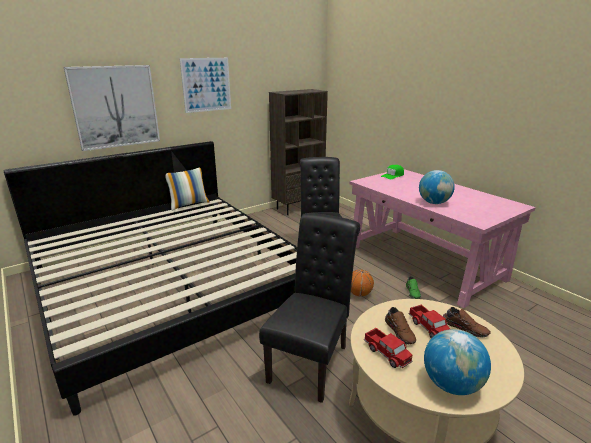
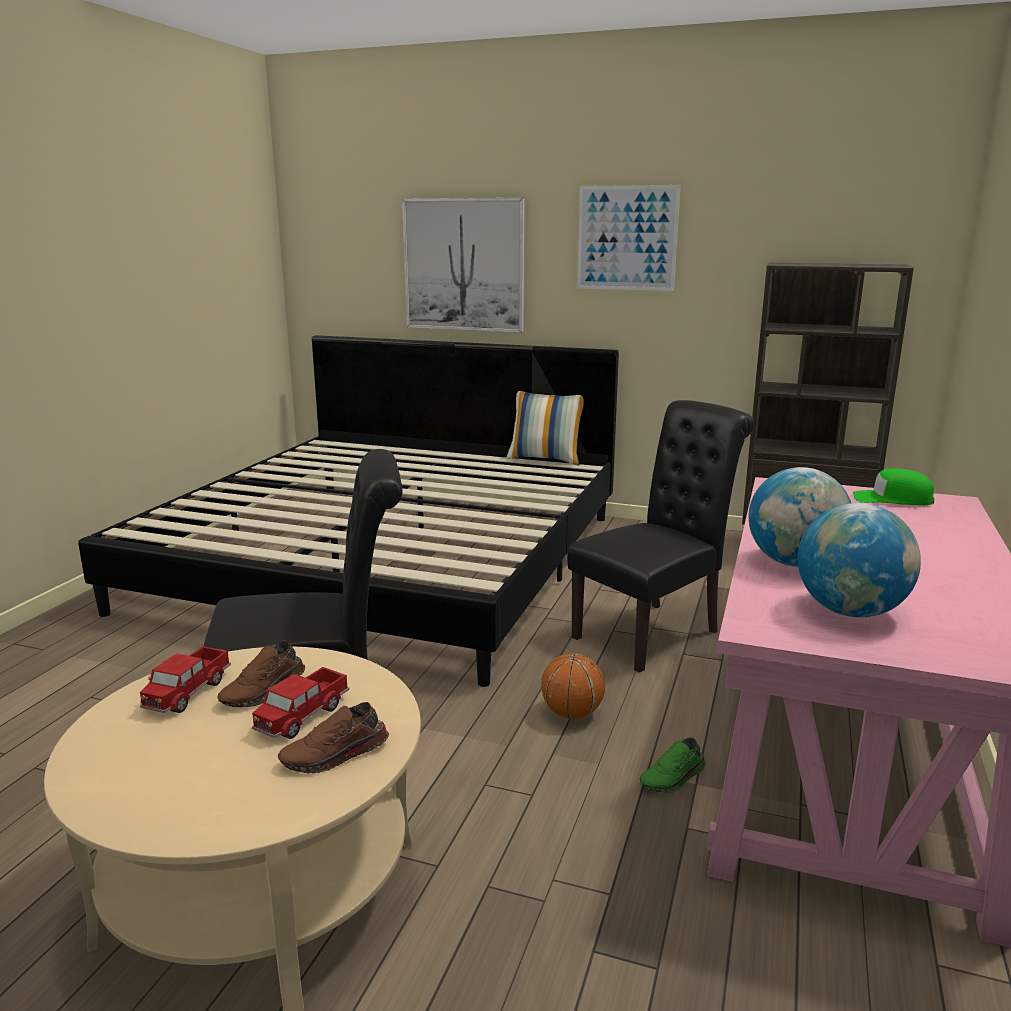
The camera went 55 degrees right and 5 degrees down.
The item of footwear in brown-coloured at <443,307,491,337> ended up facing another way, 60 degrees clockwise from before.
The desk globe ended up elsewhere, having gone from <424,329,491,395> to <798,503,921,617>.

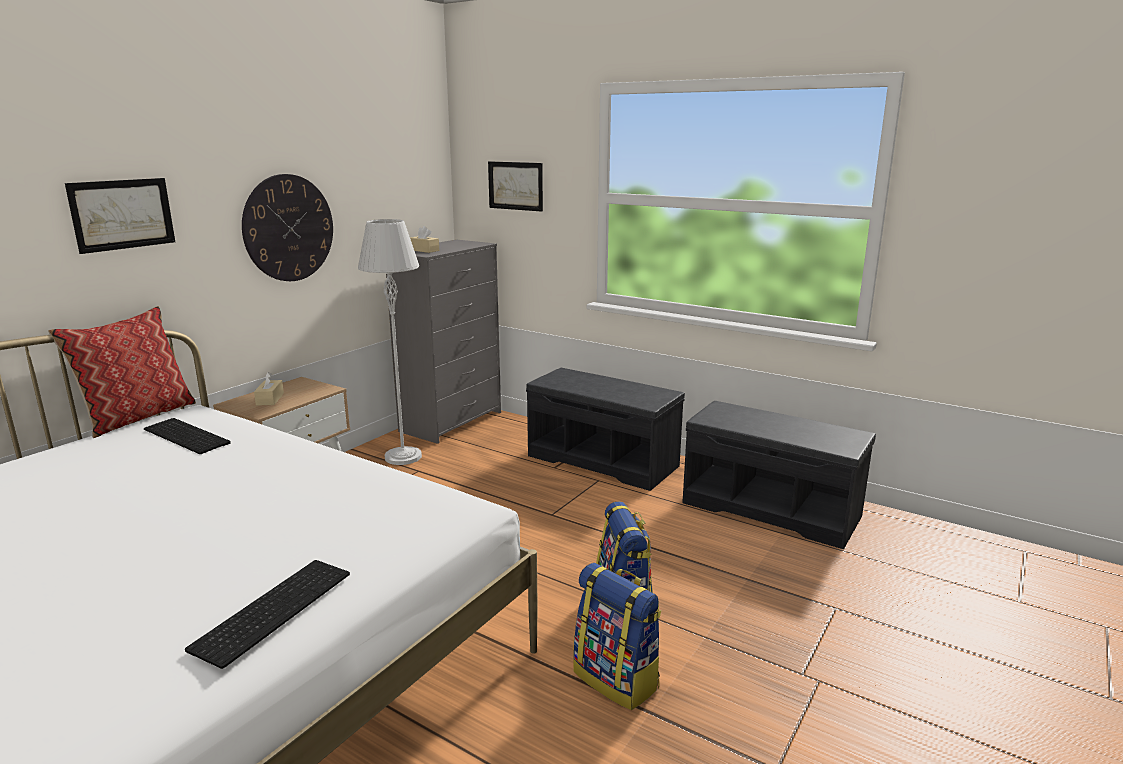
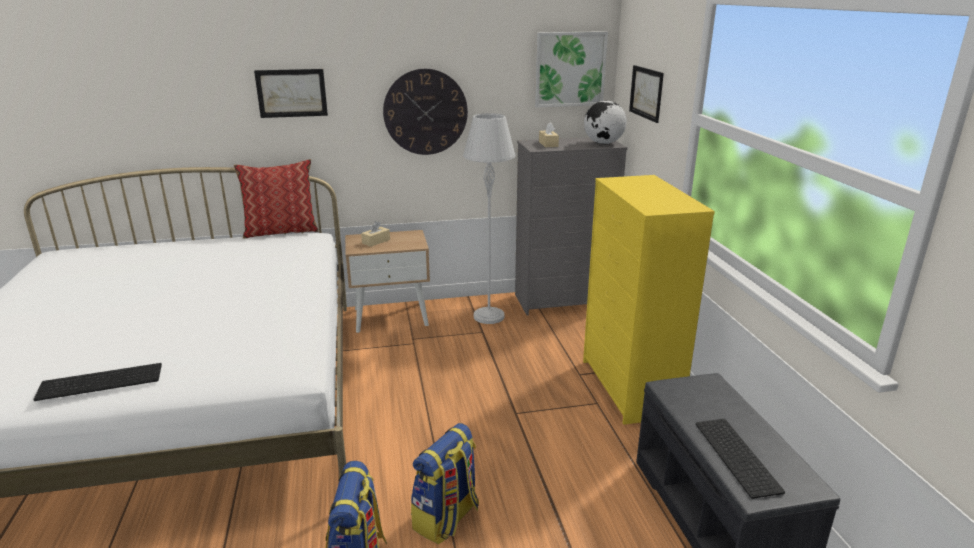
The camera went 45 degrees right and 5 degrees up.
Where the bench in gray stood at <526,368,685,491>, the drawer chest in yellow came to stand at <583,175,715,425>.
The keyboard ended up elsewhere, having gone from <144,418,231,454> to <696,419,785,499>.
The second view gained the picture at <535,31,608,107>.
The second view gained the desk globe at <584,101,627,144>.

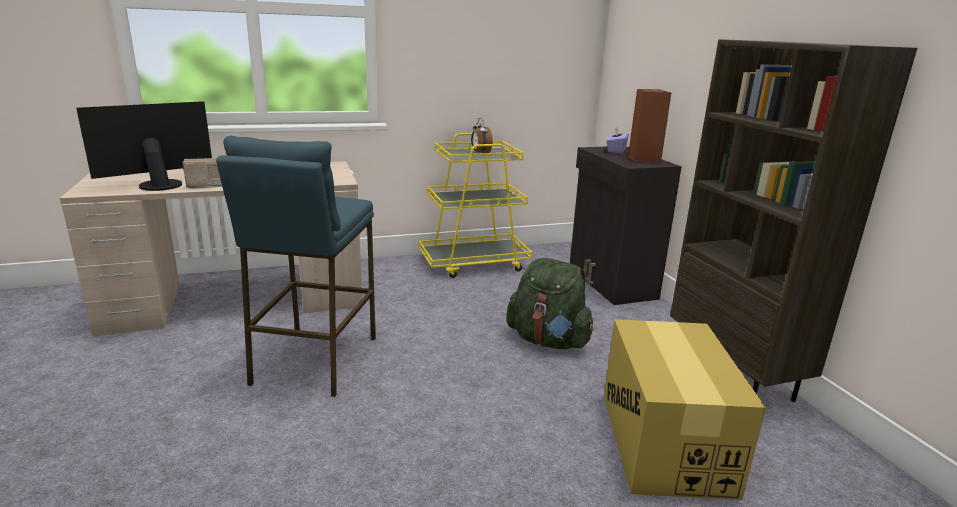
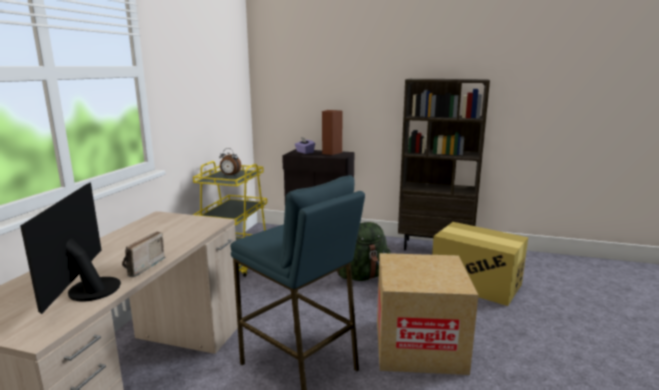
The camera went 55 degrees left and 5 degrees down.
The second view gained the packing box at <377,253,478,375>.

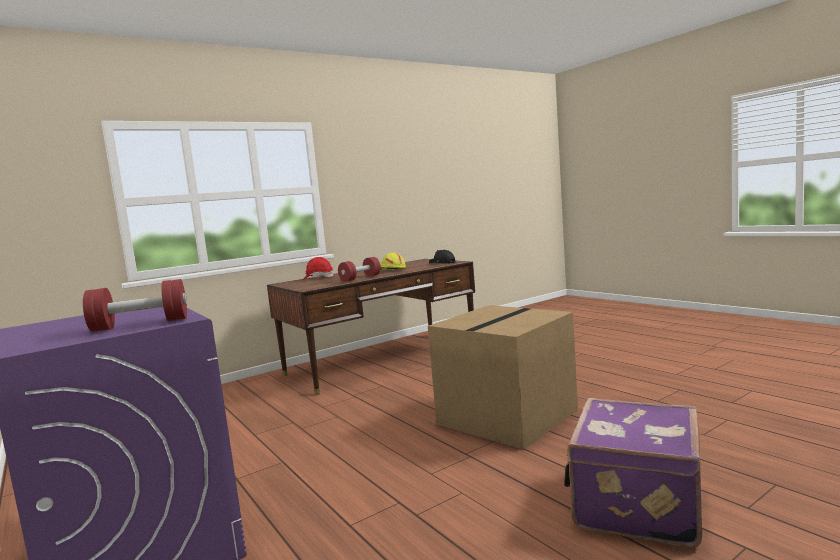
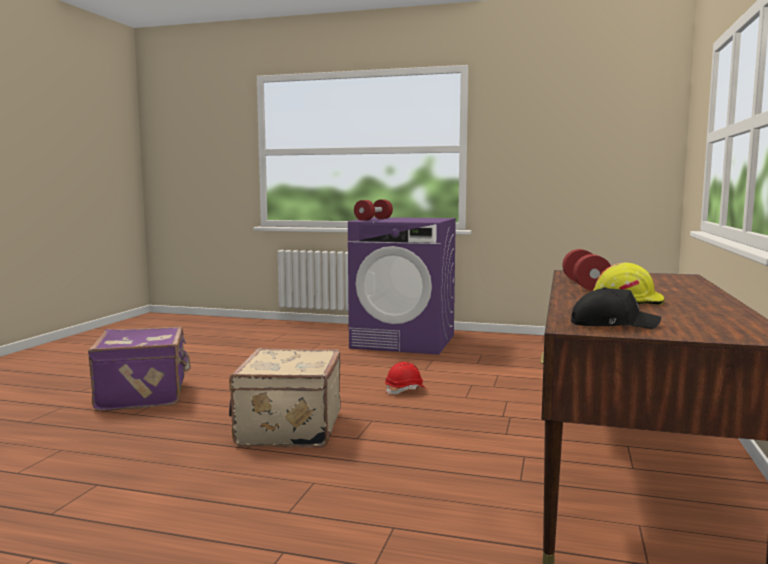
The camera went 140 degrees right and 0 degrees up.
The hard hat in red-coloured ended up elsewhere, having gone from <303,257,334,279> to <385,362,427,395>.
Where the packing box stood at <428,305,578,450>, the suitcase in beige came to stand at <229,348,341,448>.

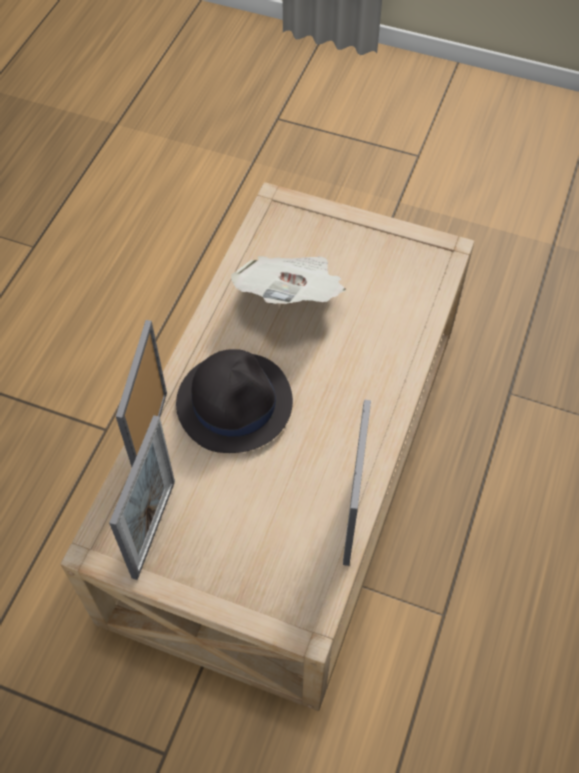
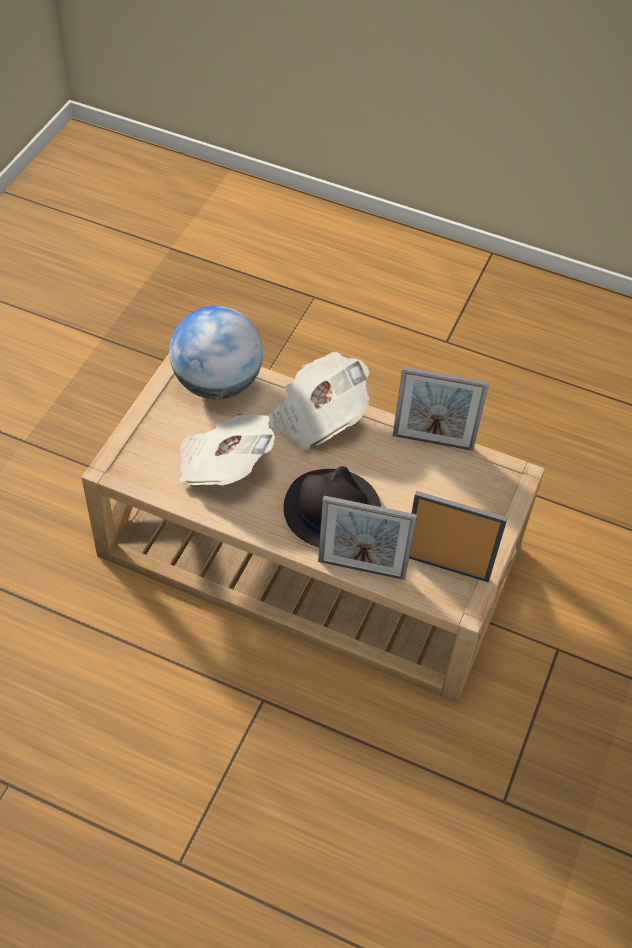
The camera went 90 degrees left and 5 degrees down.
The second view gained the desk globe at <169,306,263,400>.
The second view gained the daily paper at <268,352,370,451>.

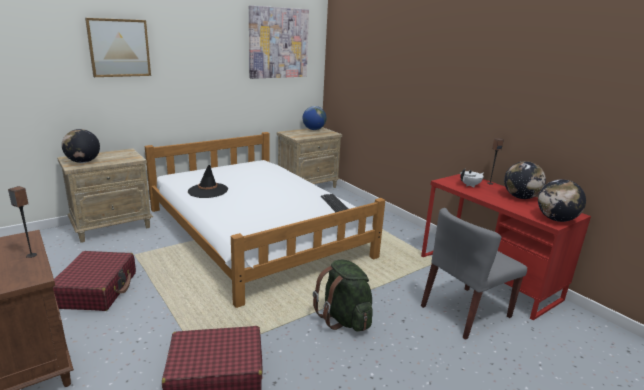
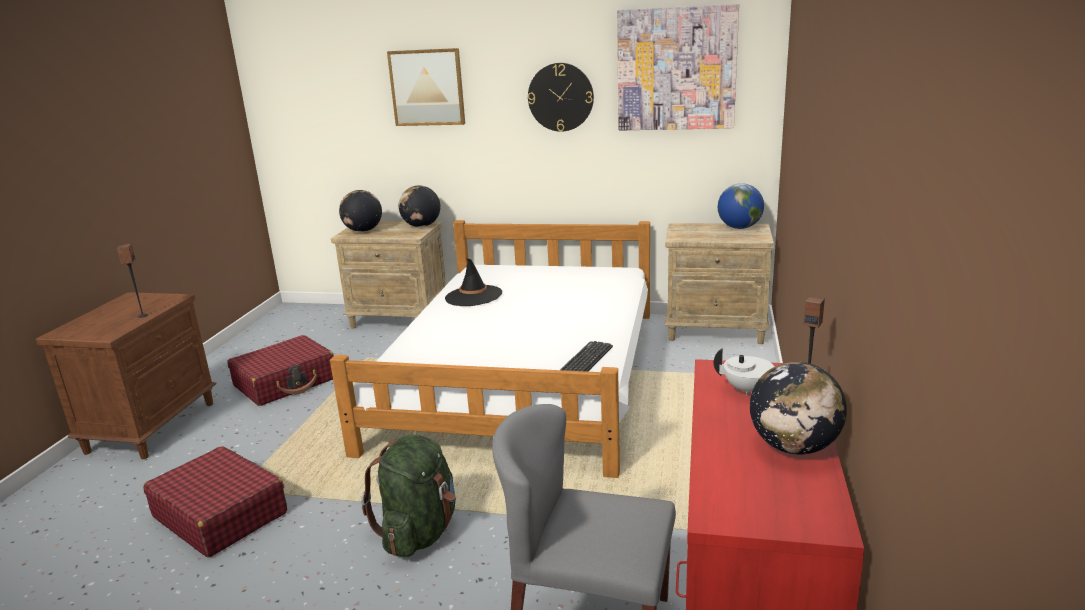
The camera went 50 degrees right and 0 degrees up.
The desk globe ended up elsewhere, having gone from <538,179,586,222> to <399,185,440,227>.
The second view gained the clock on the wall at <528,63,594,132>.

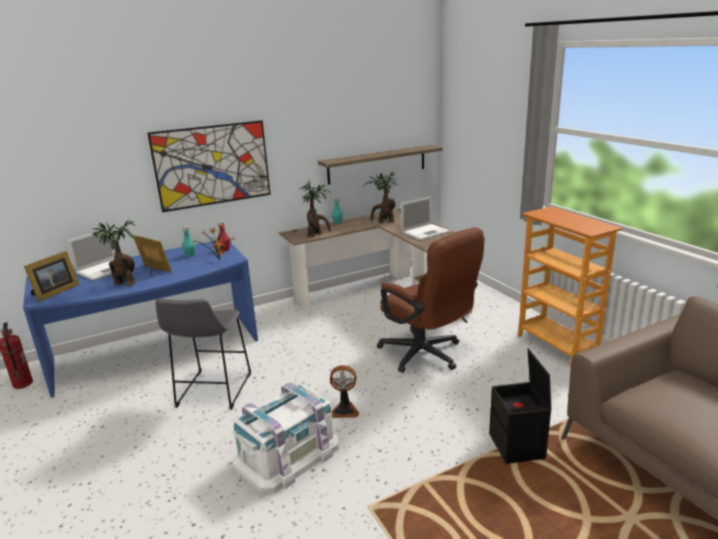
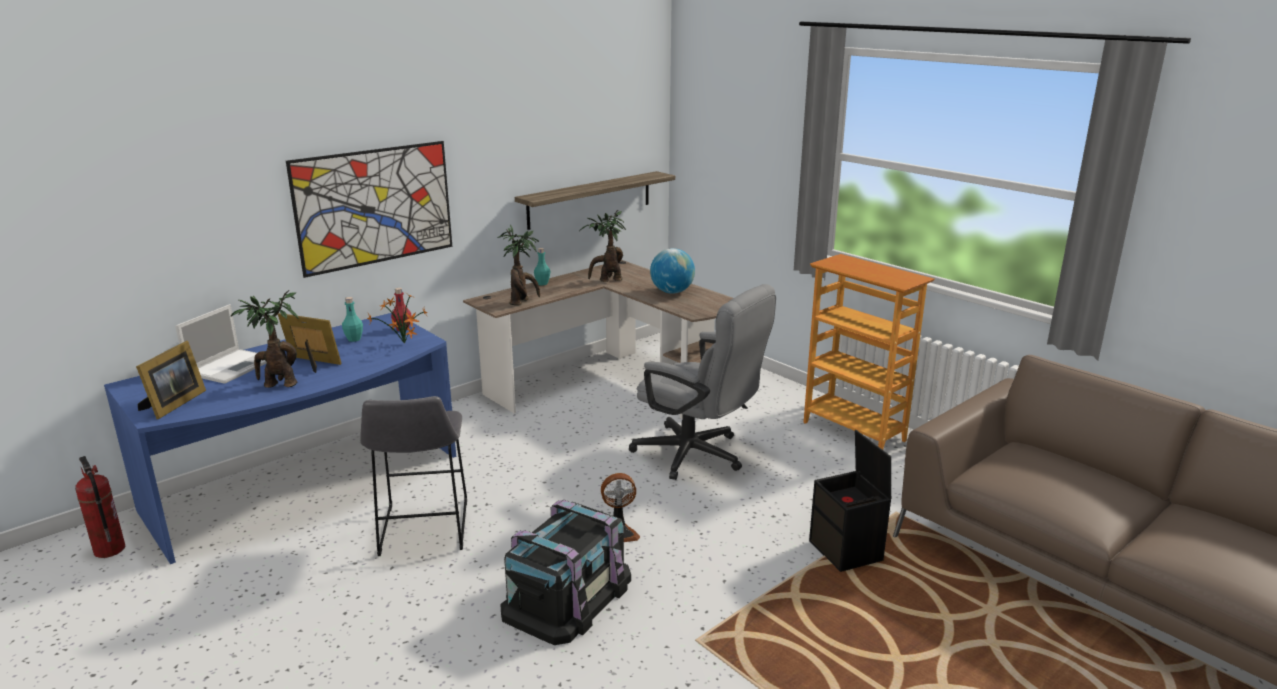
The camera went 15 degrees left and 0 degrees up.
Where the portable computer stood at <401,197,450,240>, the desk globe came to stand at <650,248,695,294>.
What was the computer chair in brown-coloured at <377,227,484,373> turned into the computer chair in gray at <629,284,776,480>.
What was the storage container in white-coloured at <233,382,339,494> turned into the storage container in black-coloured at <501,500,631,645>.

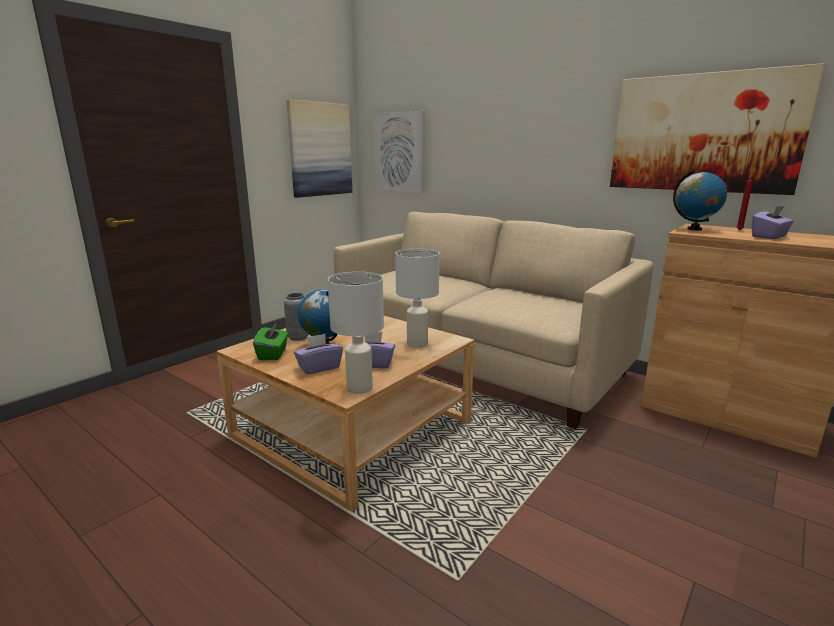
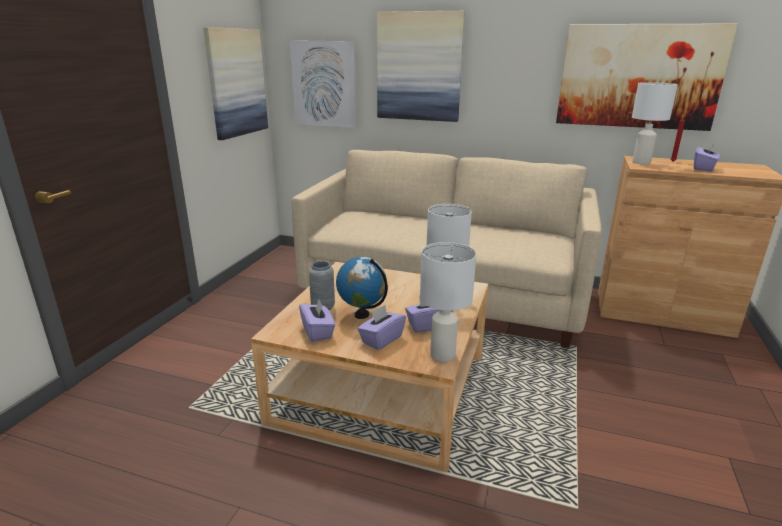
The camera went 20 degrees left and 5 degrees up.
Where the desk globe stood at <673,170,727,230>, the table lamp in white-coloured came to stand at <632,82,678,165>.
What was the tissue holder in green at <253,323,288,360> turned into the tissue holder in purple at <299,300,335,342>.
The second view gained the picture at <377,11,465,122>.

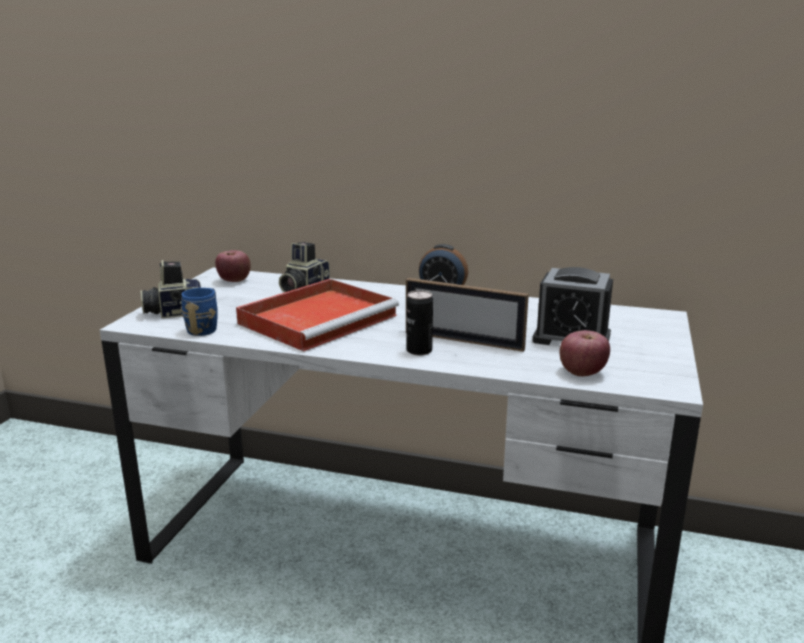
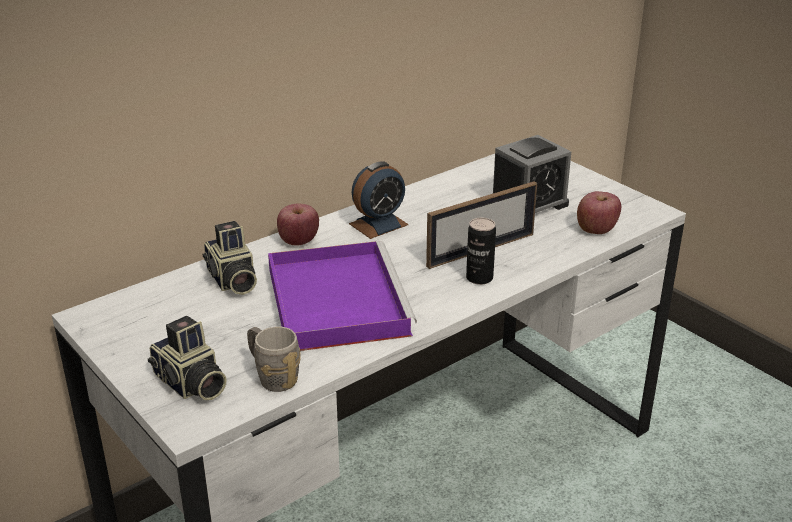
The camera went 55 degrees left and 10 degrees up.
The whole apple ended up elsewhere, having gone from <215,250,251,282> to <277,203,319,245>.
The still camera at <141,260,201,318> ended up facing another way, 60 degrees counterclockwise from before.
What was the tray in red-coloured at <236,279,399,351> turned into the tray in purple at <268,241,417,351>.
What was the mug in blue-coloured at <180,288,218,336> turned into the mug in gray at <247,327,301,392>.

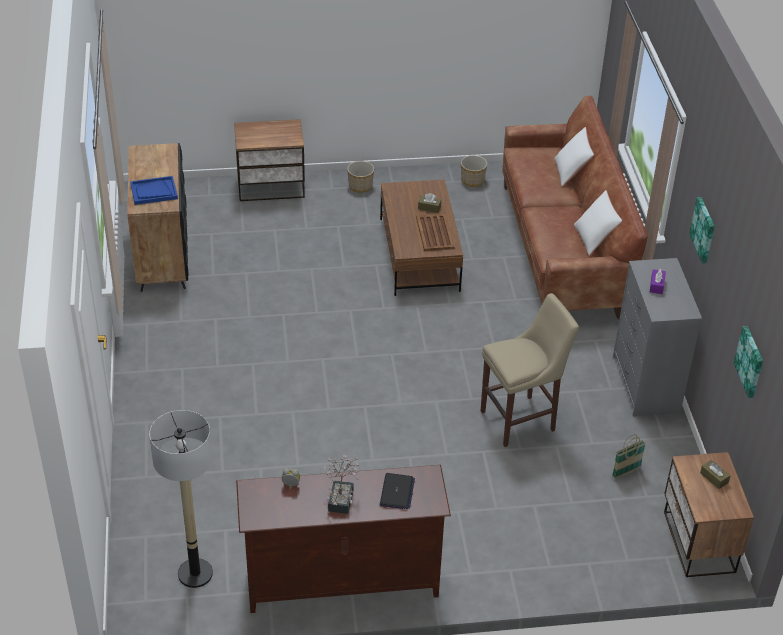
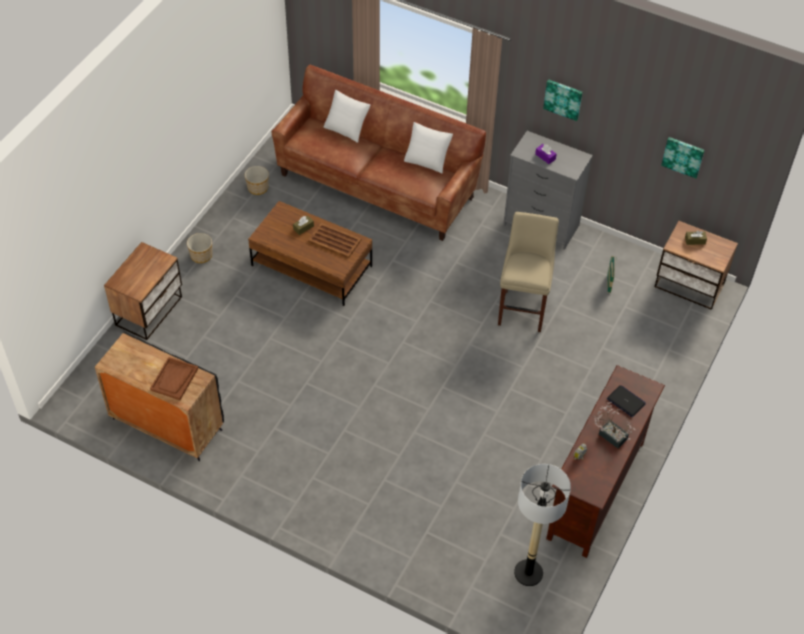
The camera went 55 degrees left and 10 degrees up.
What was the tray in blue-coloured at <130,176,178,205> turned into the tray in brown-coloured at <150,357,198,400>.

